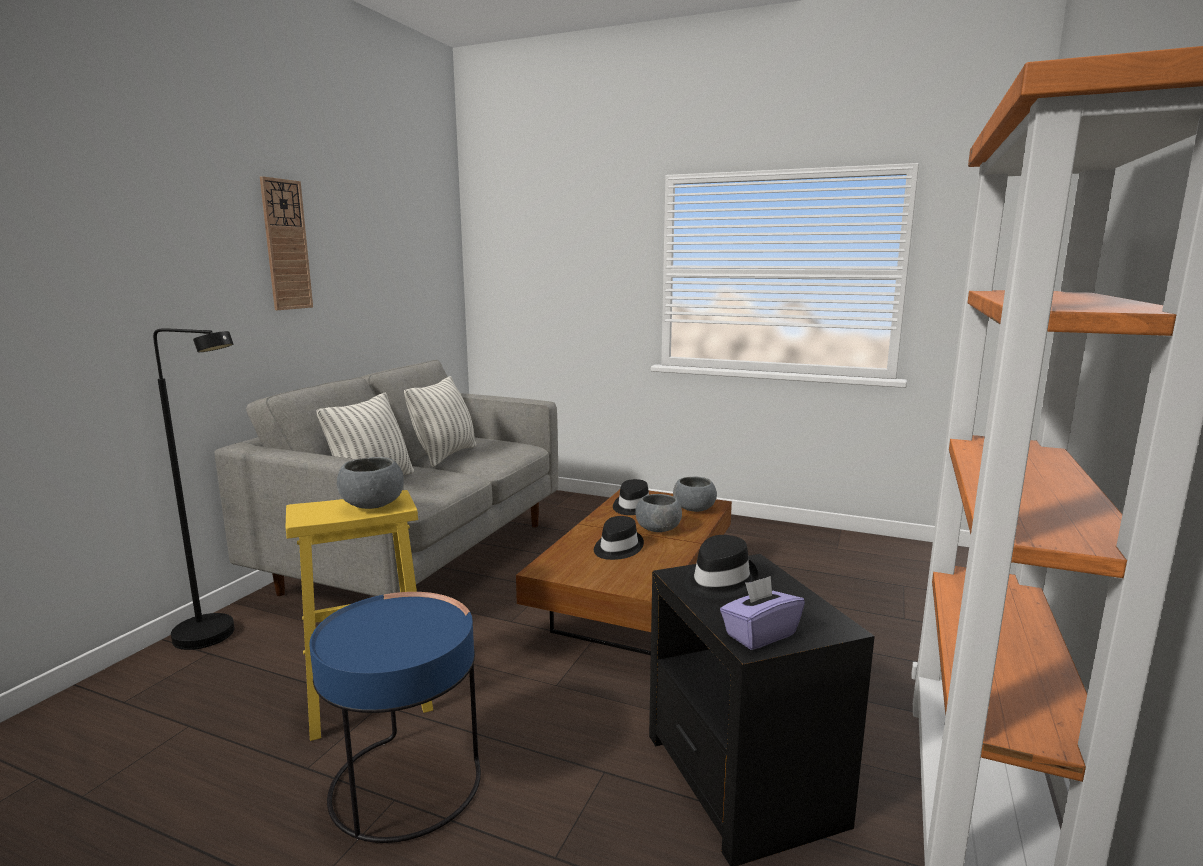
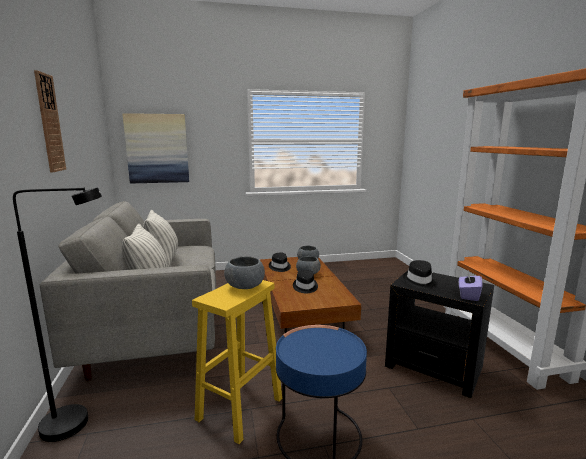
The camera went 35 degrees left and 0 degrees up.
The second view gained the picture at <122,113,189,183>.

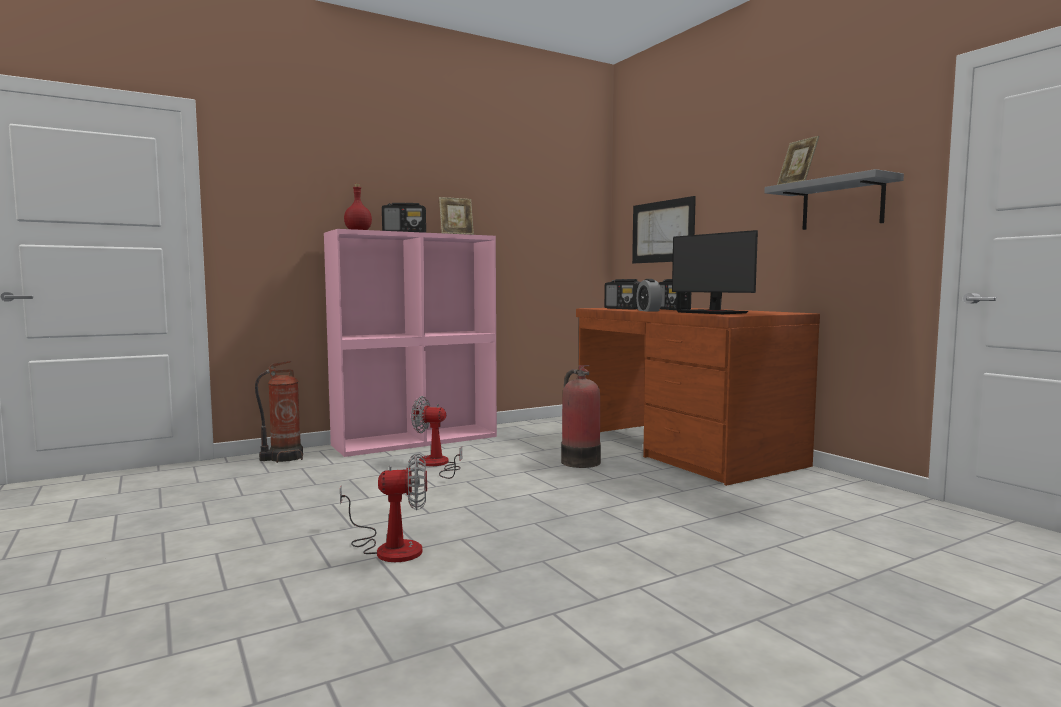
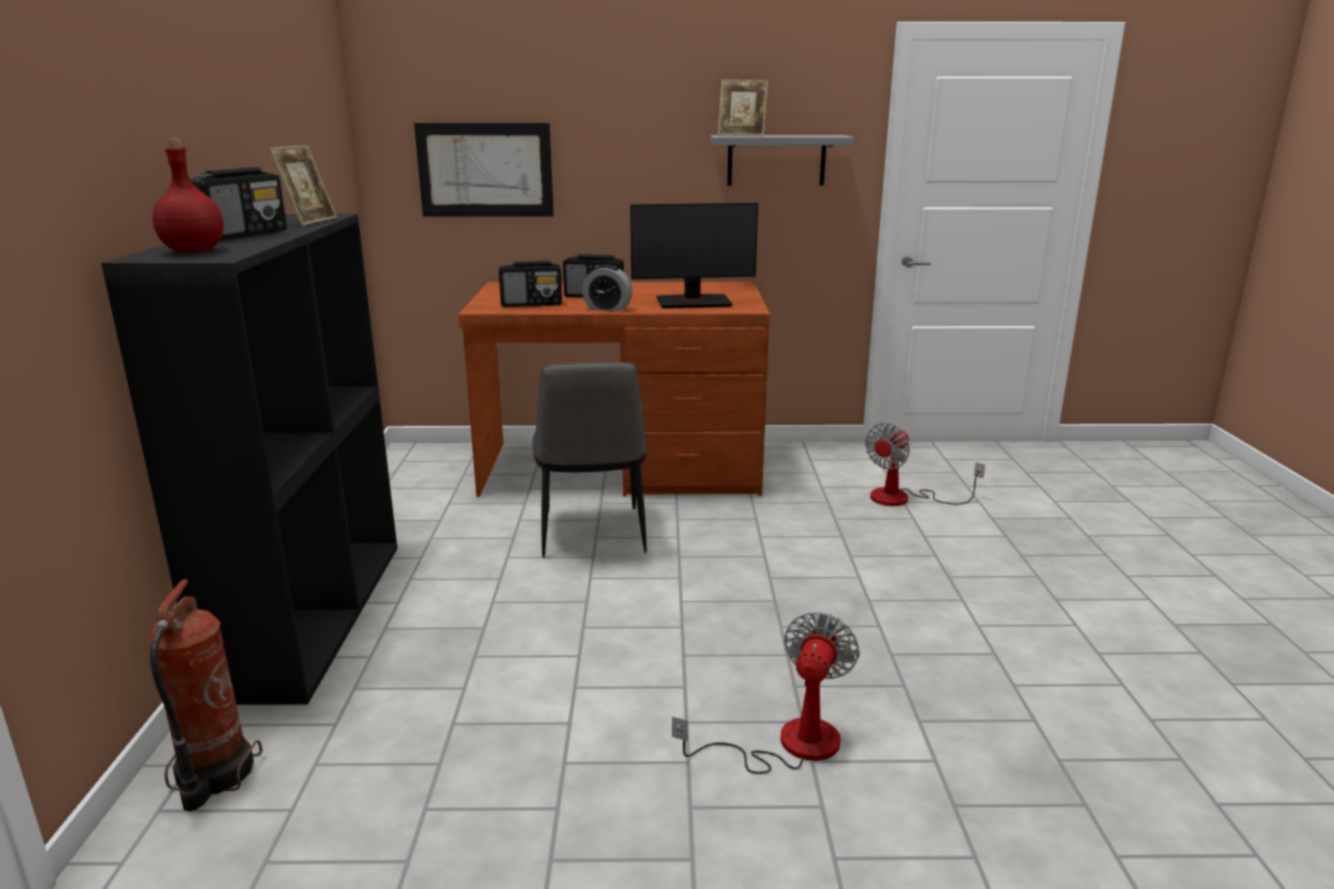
The camera went 60 degrees left and 15 degrees up.
What was the shelving unit in pink-coloured at <324,229,497,457> turned into the shelving unit in black-coloured at <101,214,398,705>.
Where the fire extinguisher stood at <561,365,601,468>, the upright chair came to stand at <532,362,647,558>.
The fan ended up elsewhere, having gone from <411,396,462,479> to <865,423,985,506>.

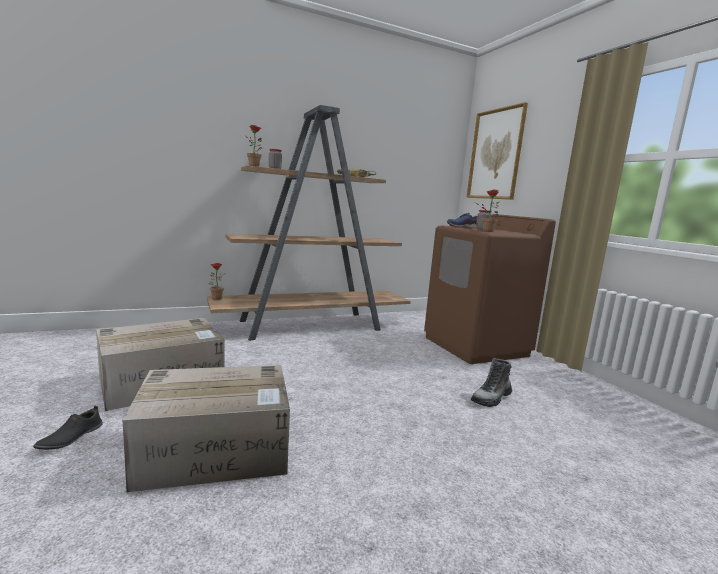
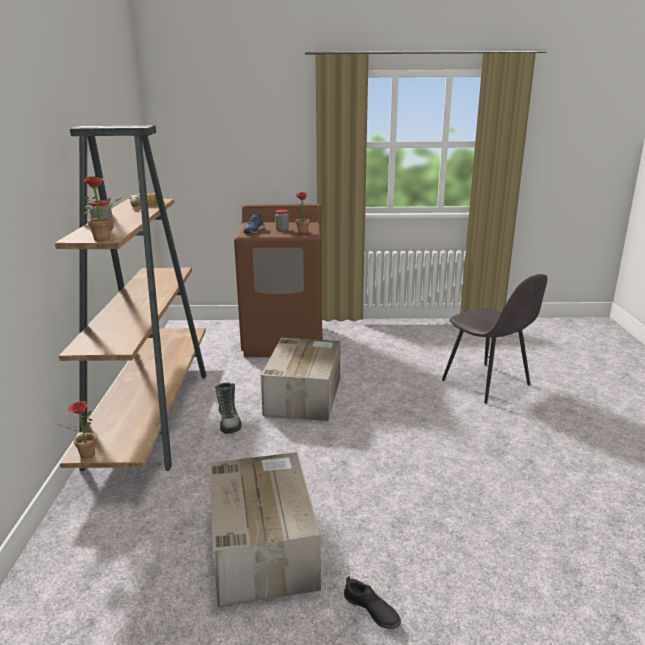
The camera went 65 degrees left and 10 degrees up.
The second view lost the picture at <466,102,528,200>.
The boot ended up elsewhere, having gone from <471,358,512,407> to <215,382,242,434>.
The packing box ended up elsewhere, having gone from <122,365,290,492> to <261,338,340,421>.
The second view gained the upright chair in gray at <442,274,548,403>.

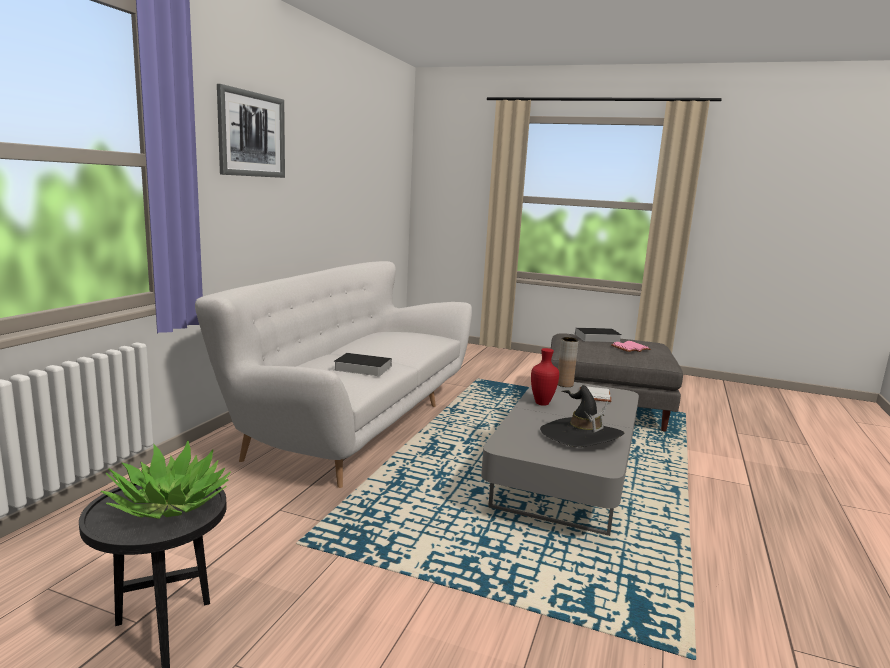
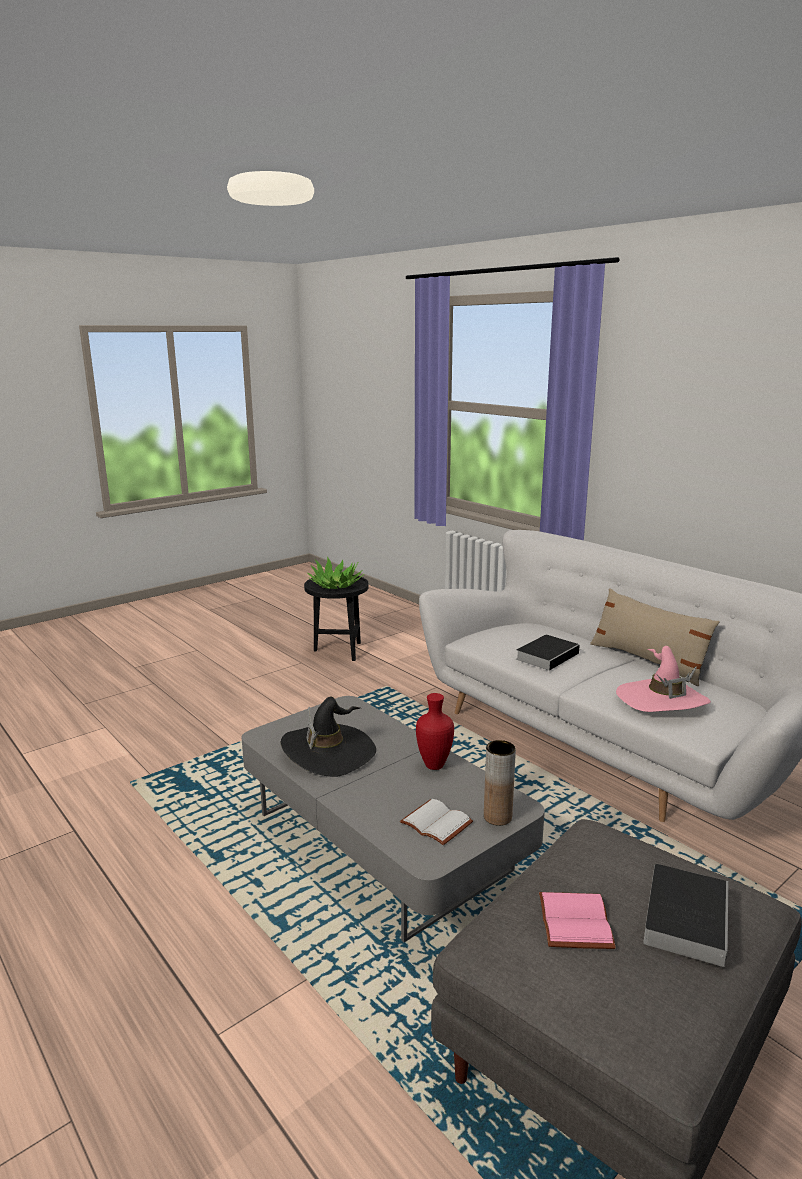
The camera went 120 degrees right and 5 degrees up.
The second view lost the picture at <217,84,285,178>.
The second view gained the pillow in beige at <590,588,720,686>.
The second view gained the clothing hat in pink-coloured at <616,646,711,712>.

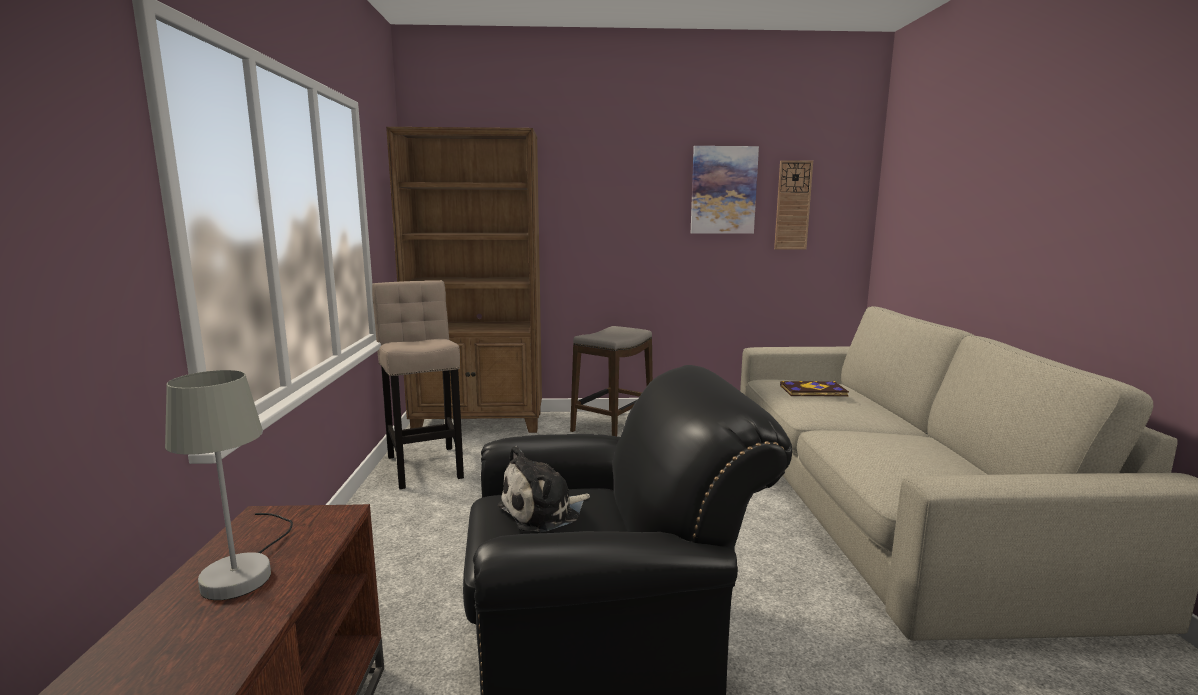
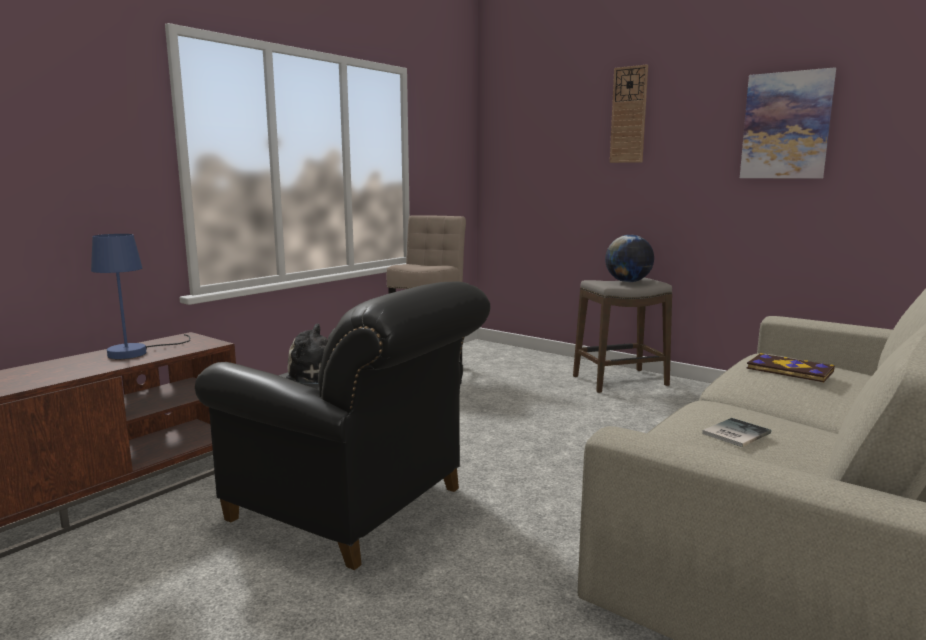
The camera went 40 degrees right and 0 degrees up.
The second view lost the shelving unit in brown-coloured at <386,127,542,433>.
The clock on the wall ended up elsewhere, having gone from <774,160,813,249> to <610,64,648,163>.
What was the table lamp in gray at <165,370,293,600> turned into the table lamp in blue-coloured at <91,234,190,359>.
The second view gained the desk globe at <605,235,654,282>.
The second view gained the book at <702,418,771,447>.

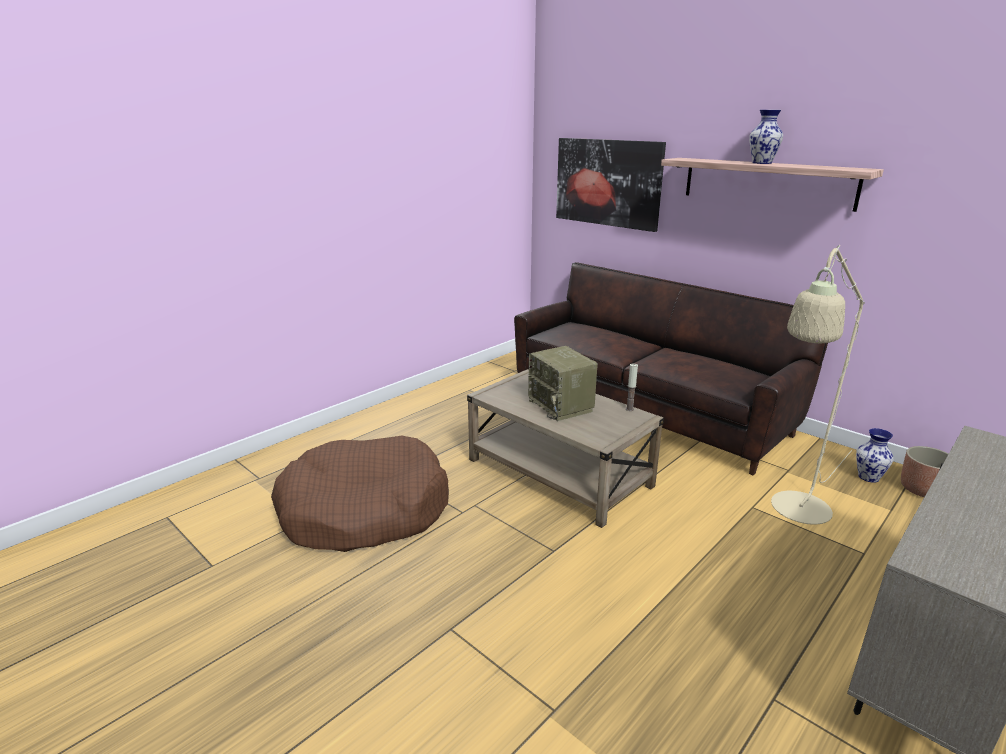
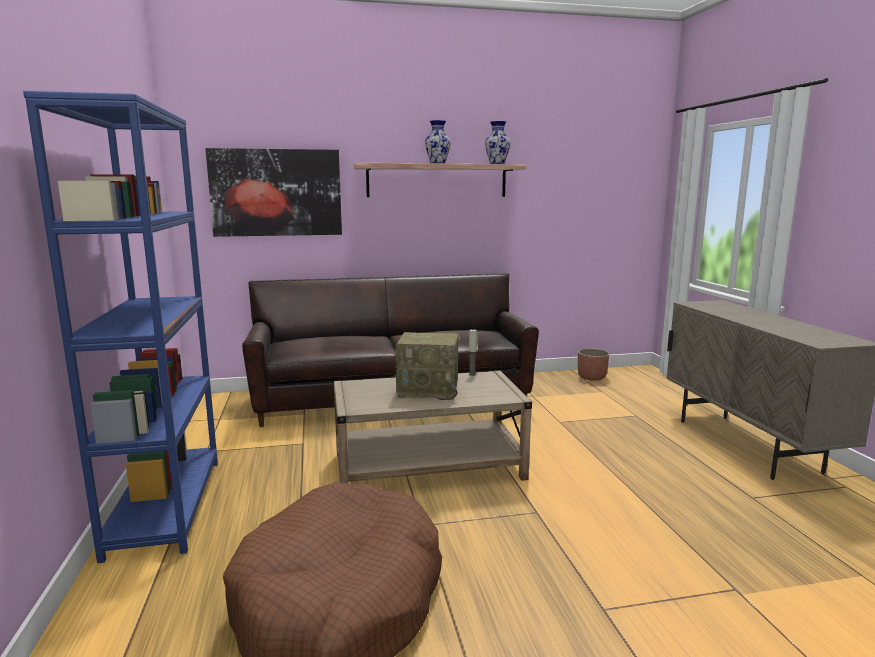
The camera went 55 degrees left and 10 degrees down.
The second view lost the floor lamp in beige at <771,245,865,525>.
The decorative vase ended up elsewhere, having gone from <856,428,894,483> to <485,121,511,164>.
The second view gained the shelving unit in blue-coloured at <23,91,218,563>.

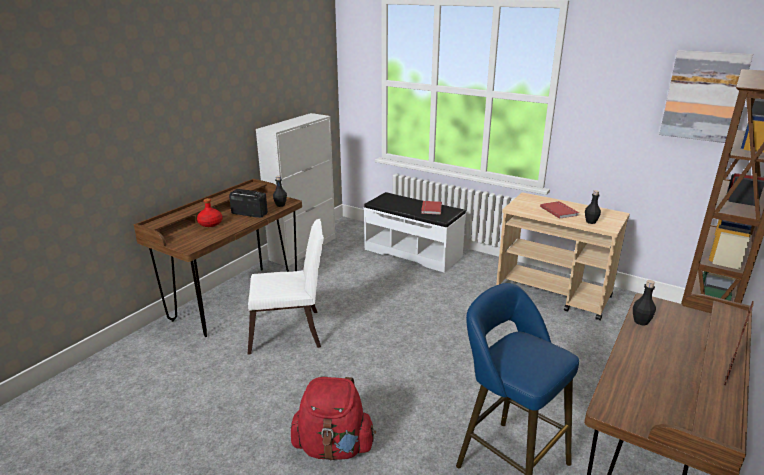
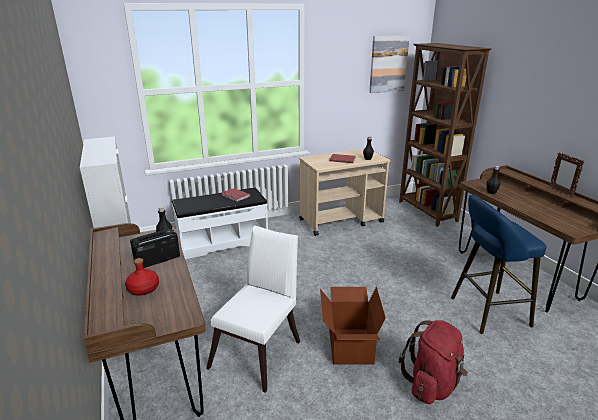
The camera went 55 degrees left and 0 degrees up.
The second view gained the packing box at <320,286,386,365>.

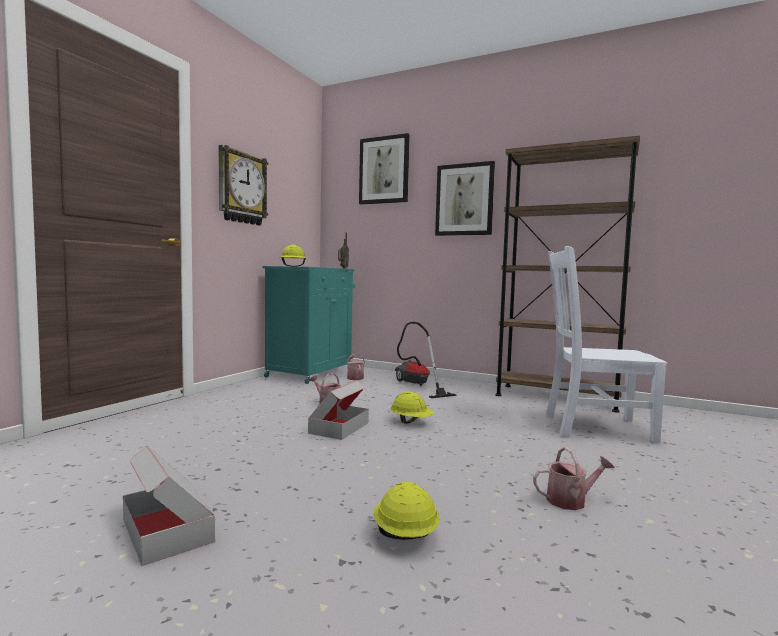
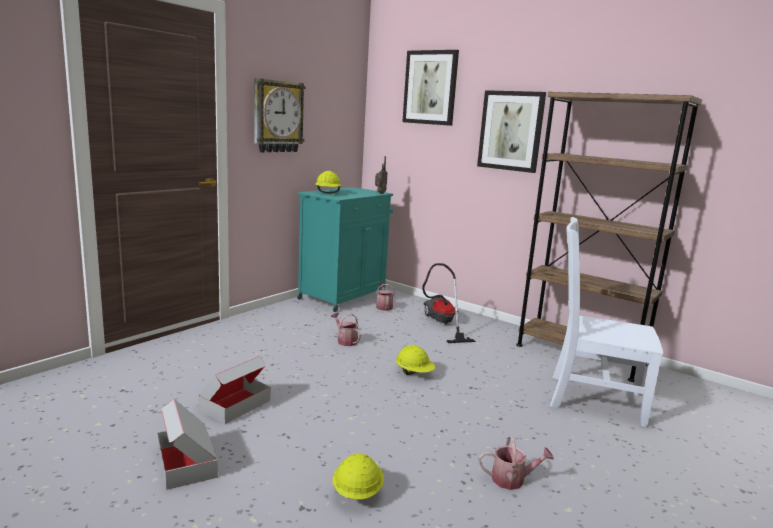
The camera went 10 degrees right and 10 degrees up.
The packing box ended up elsewhere, having gone from <308,380,369,440> to <198,356,270,424>.

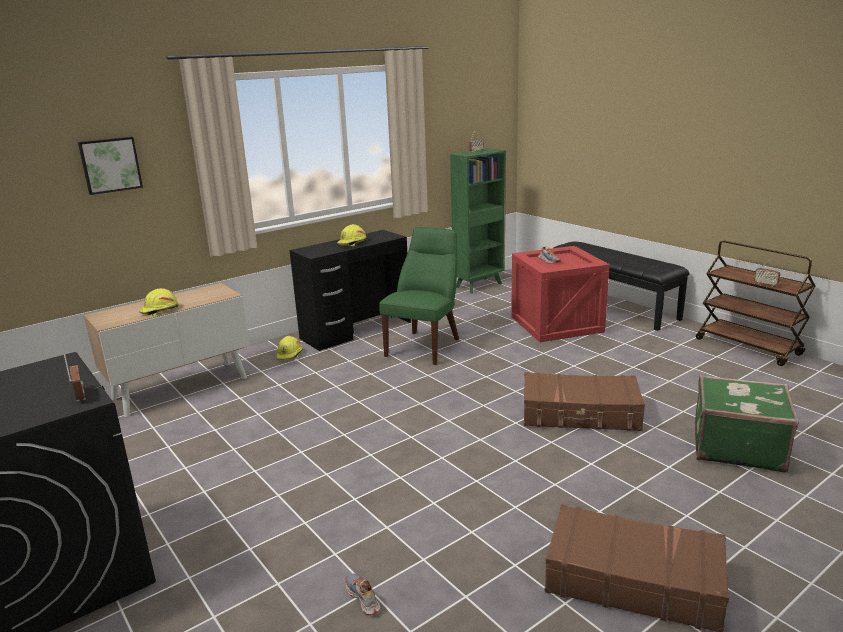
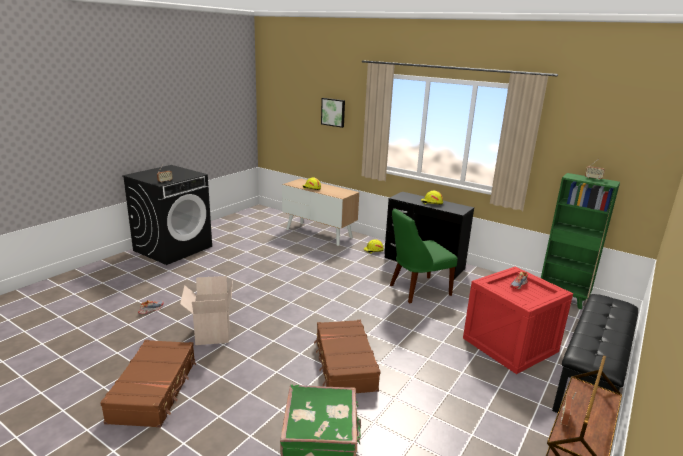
The camera went 70 degrees right and 0 degrees up.
The upright chair in green at <379,227,459,365> ended up facing another way, 150 degrees clockwise from before.
The second view gained the packing box at <180,276,232,345>.

